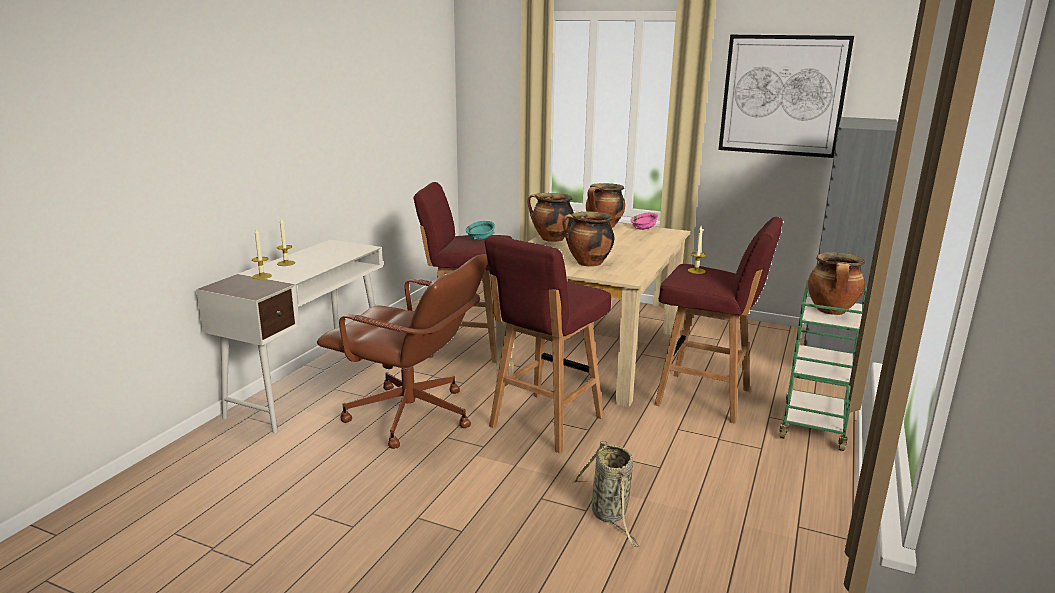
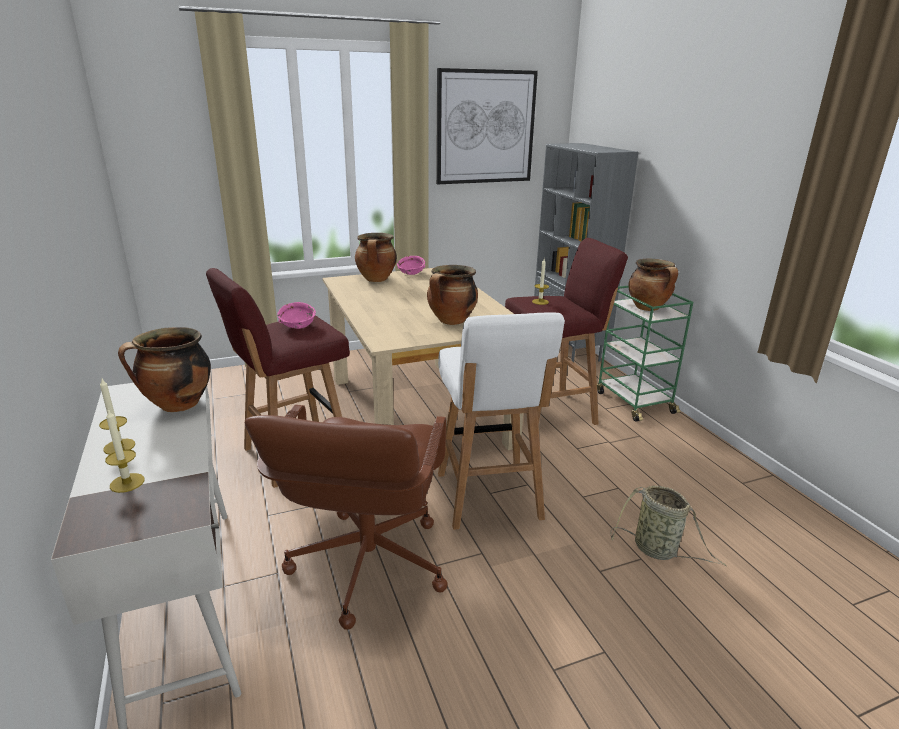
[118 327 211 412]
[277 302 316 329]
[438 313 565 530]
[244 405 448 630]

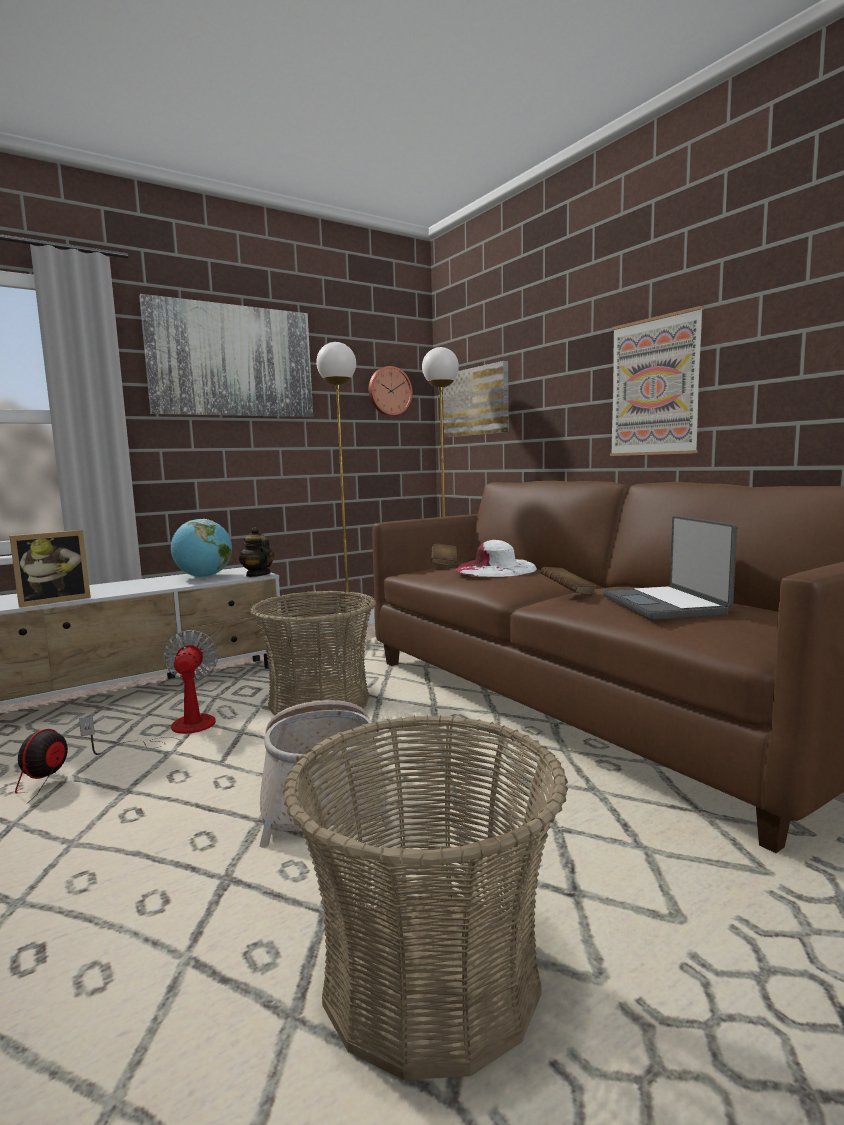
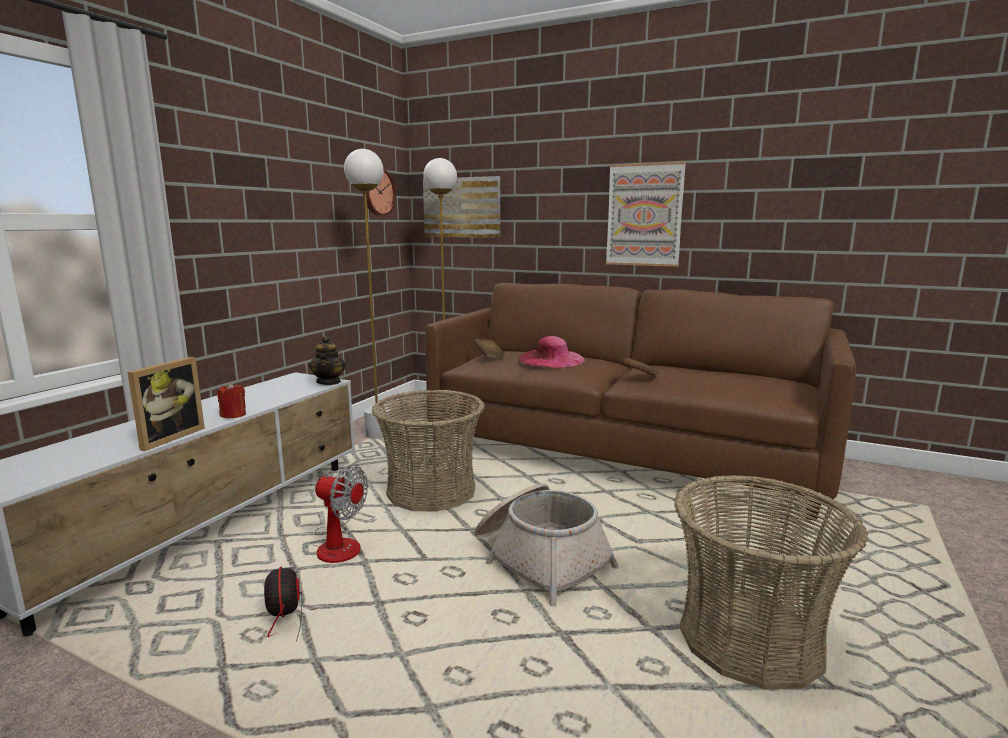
[139 294 313 417] (first image)
[171 519 232 578] (first image)
[603 516 737 620] (first image)
[217 382 246 418]
[519 336 585 368]
[314 465 368 563]
[309 336 346 385]

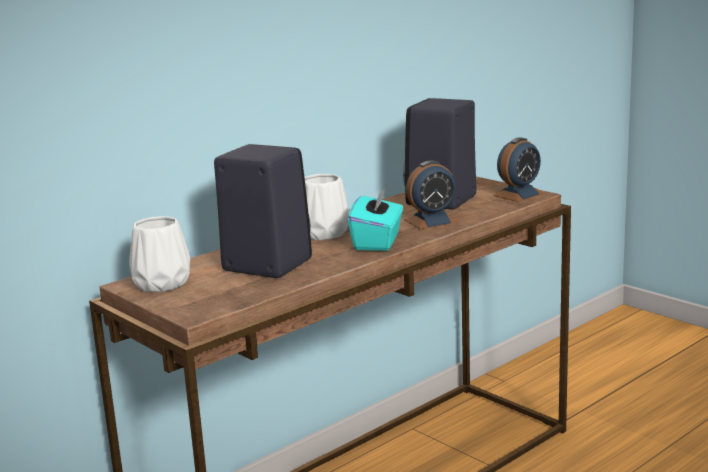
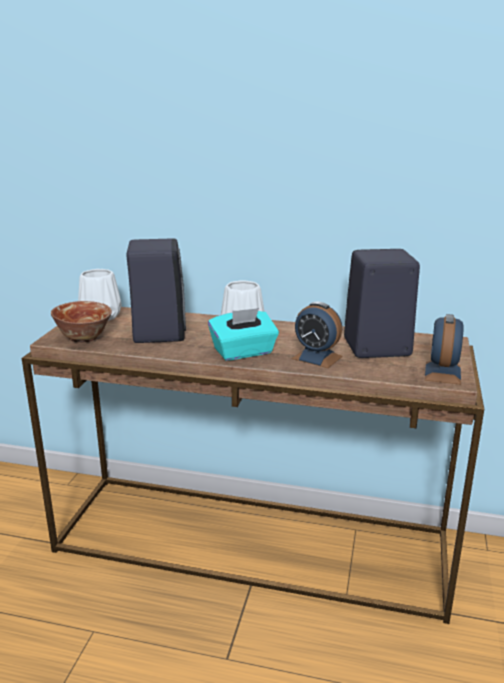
[51 301 112 343]
[425 314 464 385]

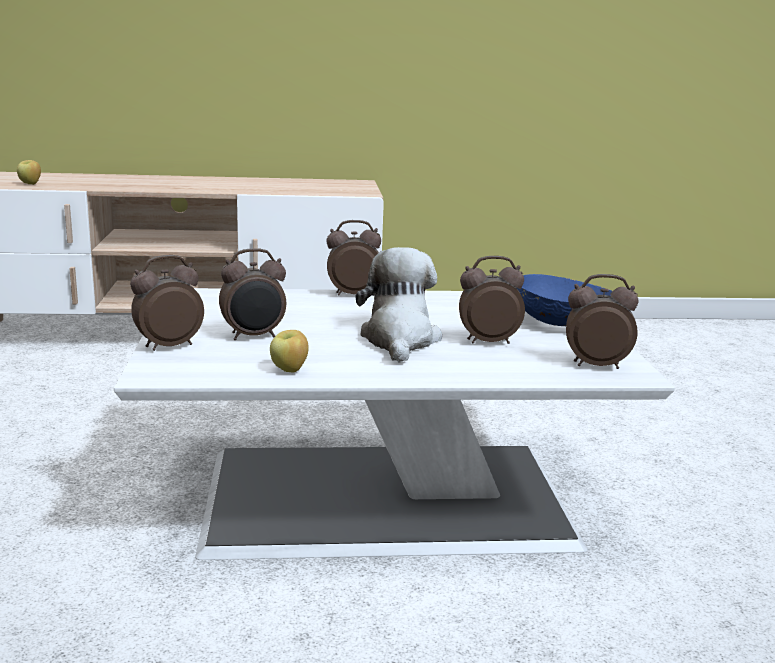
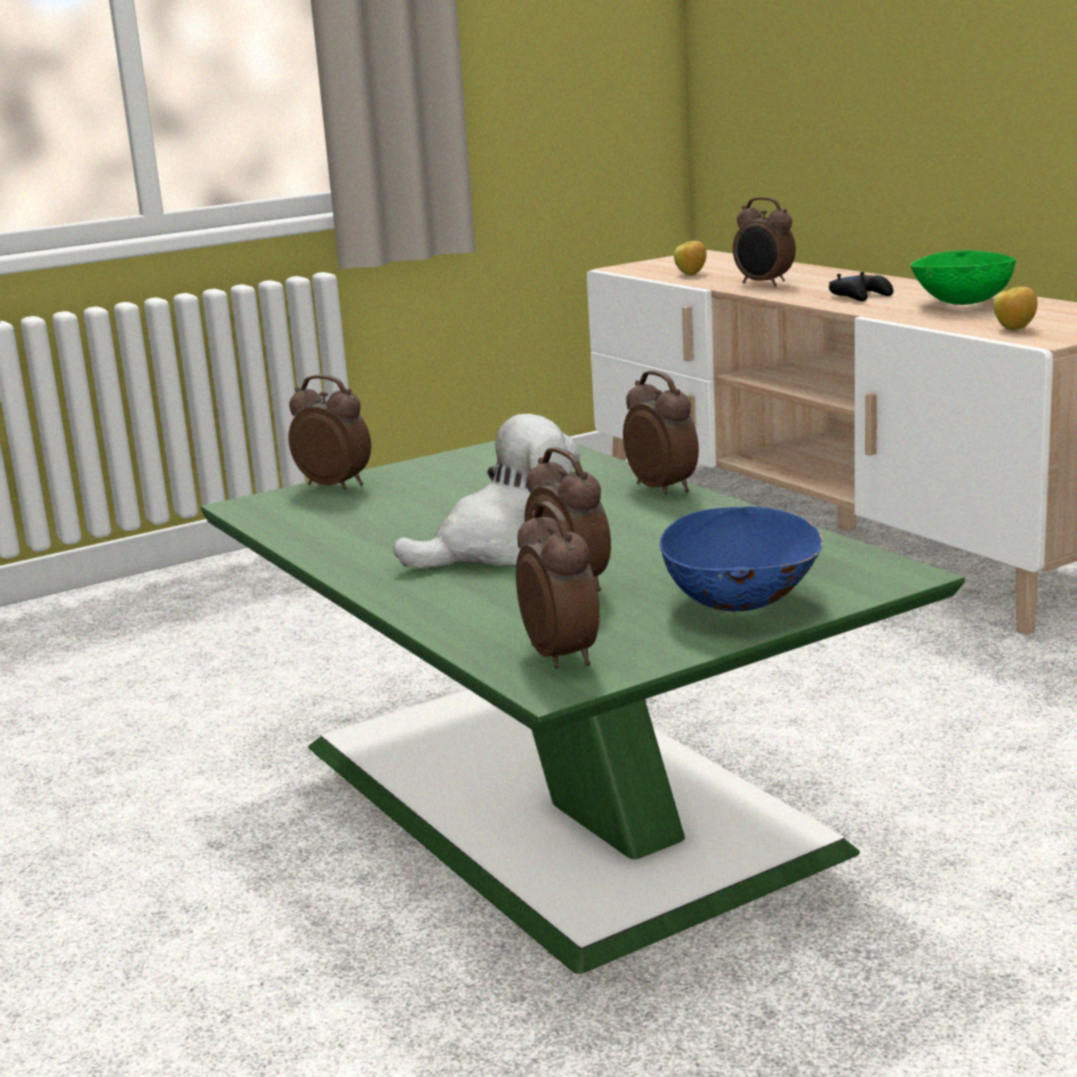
[829 272 893 301]
[910 250 1016 305]
[733 197 796 286]
[994 287 1038 330]
[201 441 965 974]

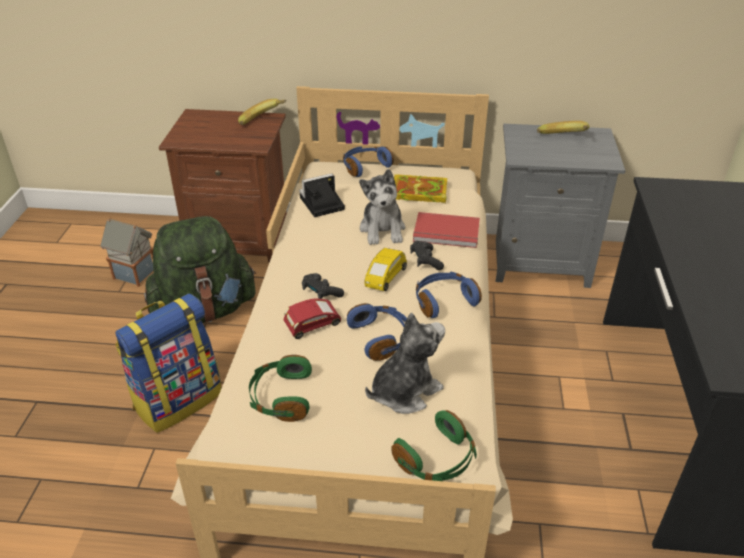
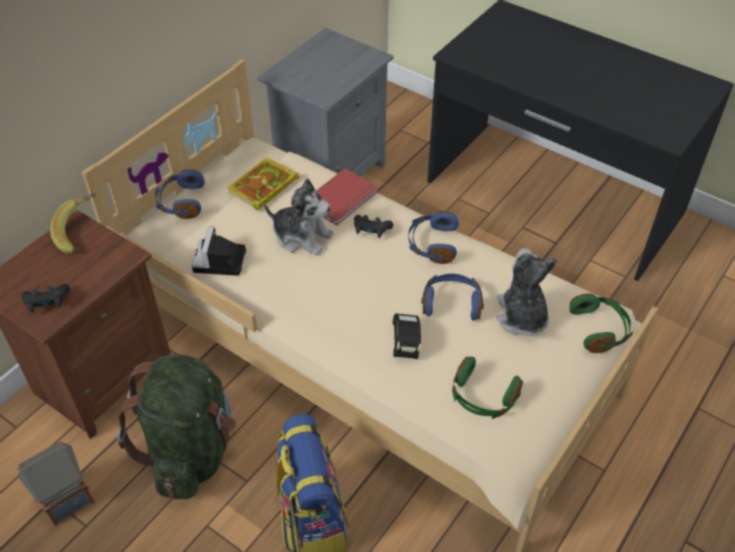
[364 248 407 291] (first image)
[537 121 589 134] (first image)
[21 284 70 313]
[393 313 421 359]

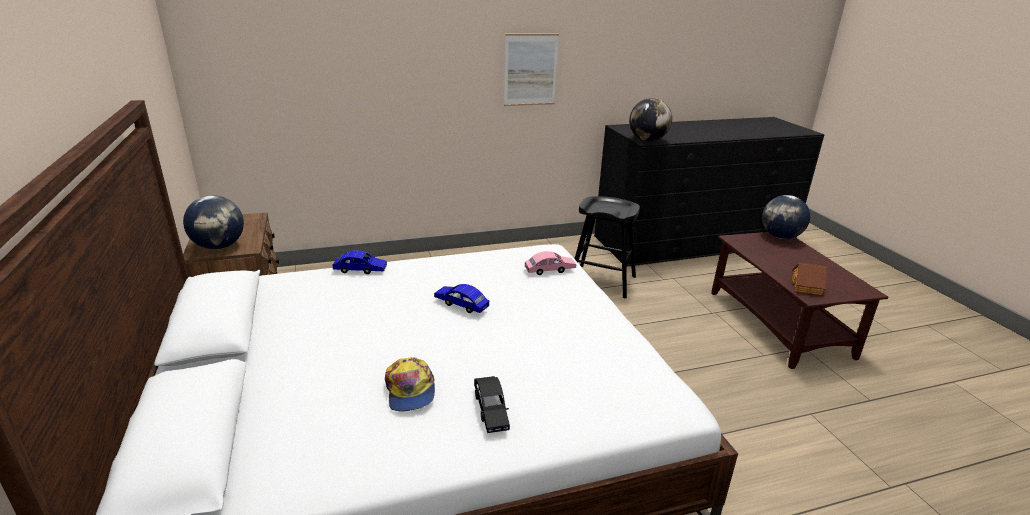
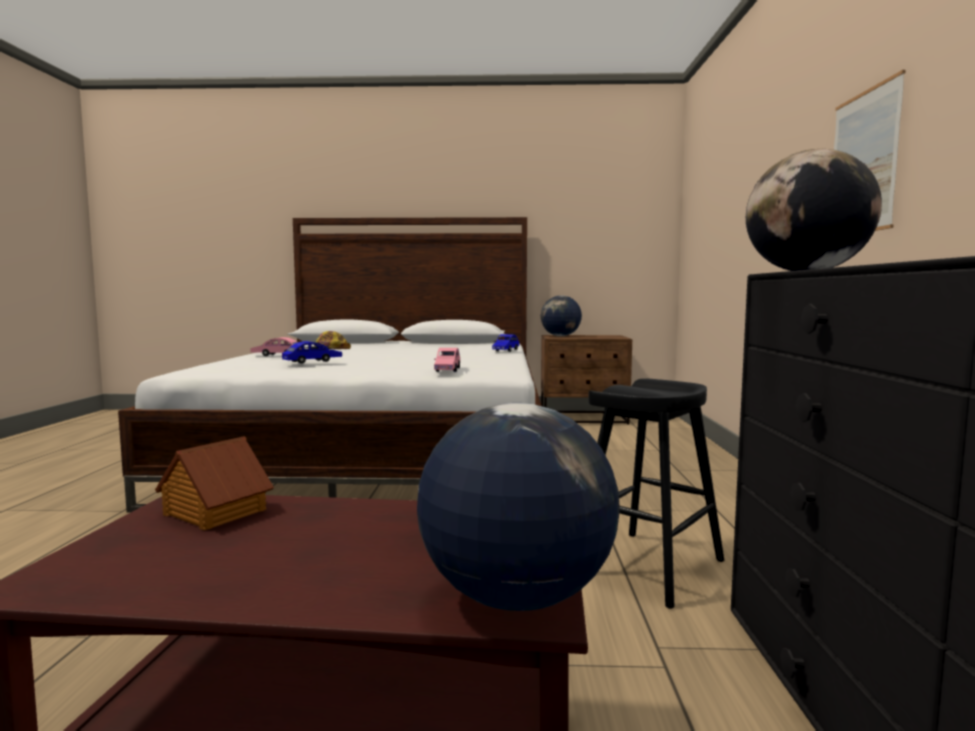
[282 341 342 364]
[251 337 301 356]

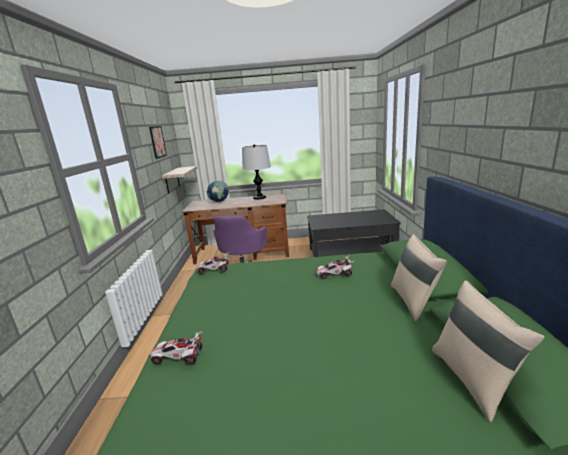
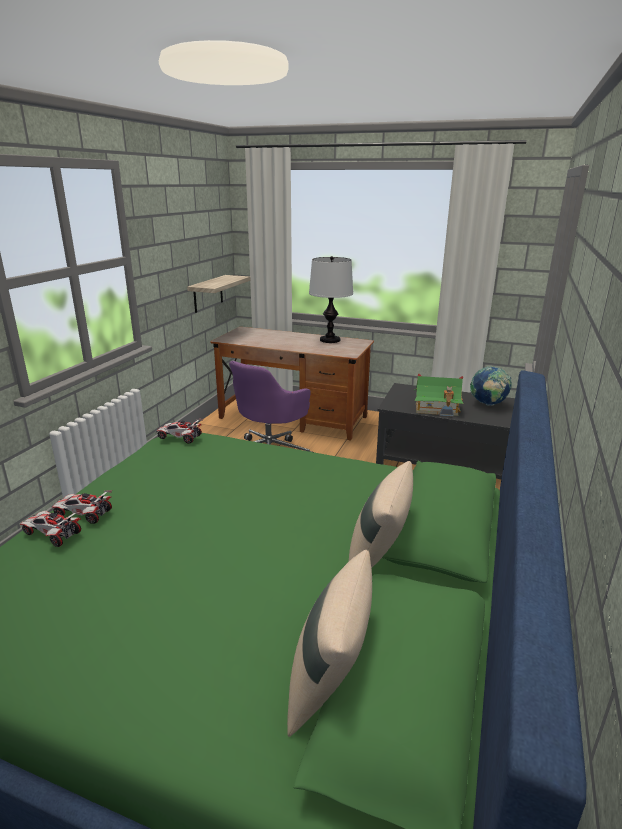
[149 126 167 159] (first image)
[414 374 463 417]
[470 366 512 406]
[52 490 112 524]

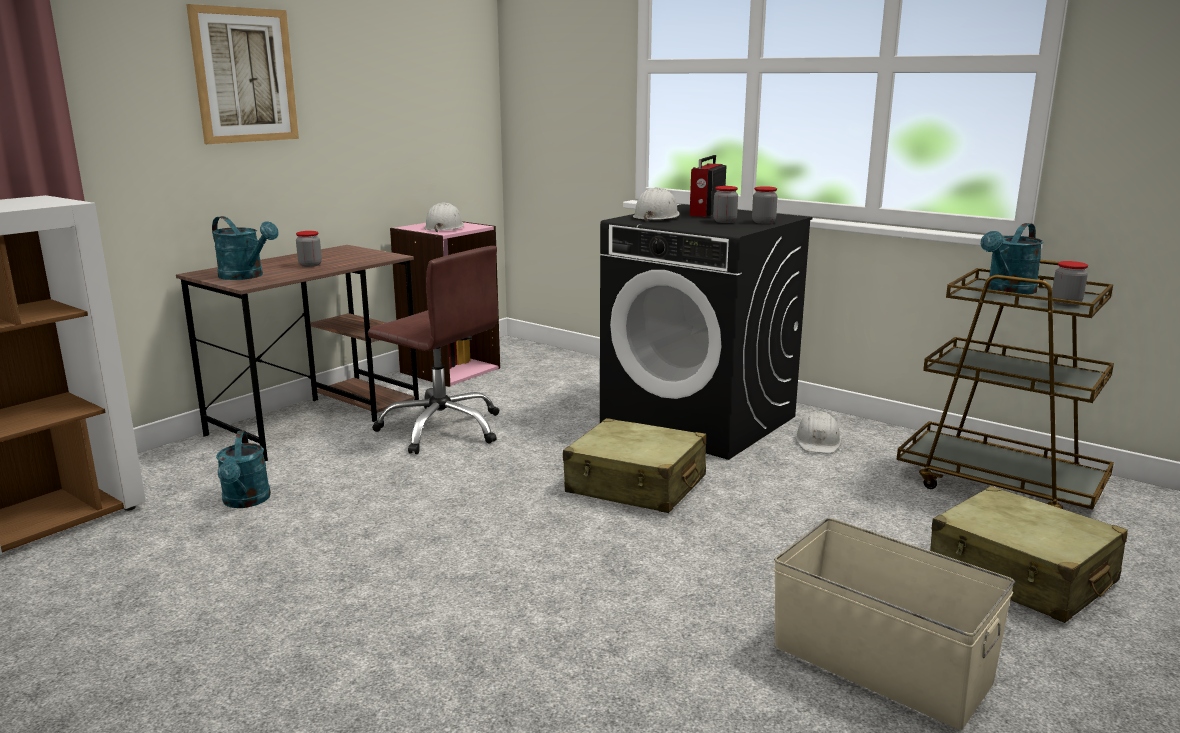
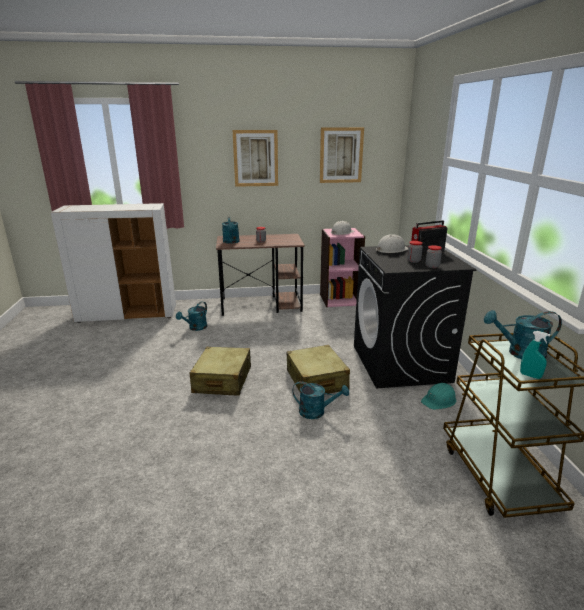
[368 246 499 454] (first image)
[774 518 1015 730] (first image)
[292 381 349 419]
[320 127 364 183]
[189 347 251 395]
[520 331 551 379]
[421 383 456 410]

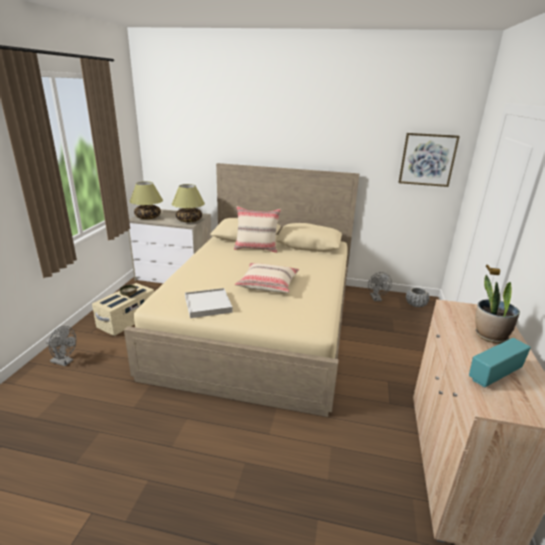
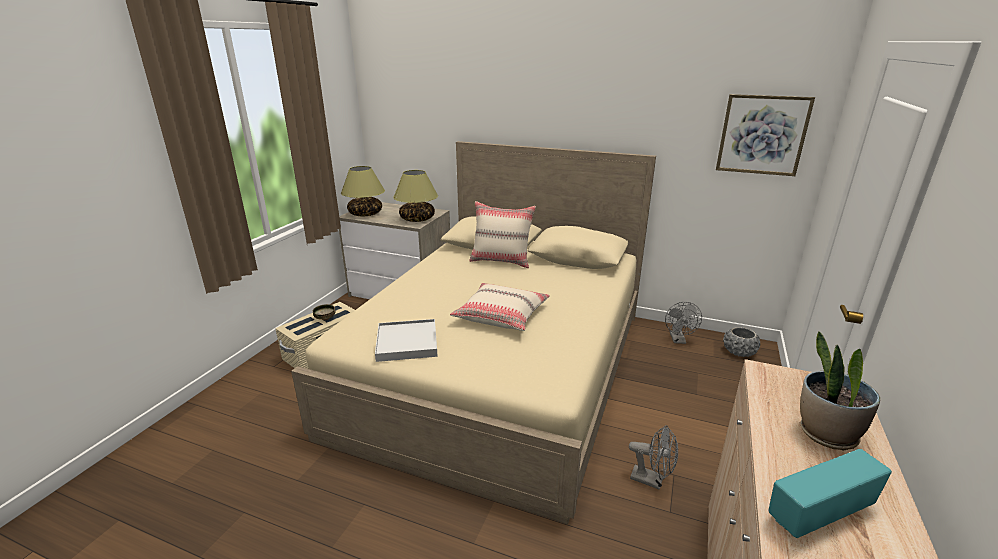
[629 425 678 490]

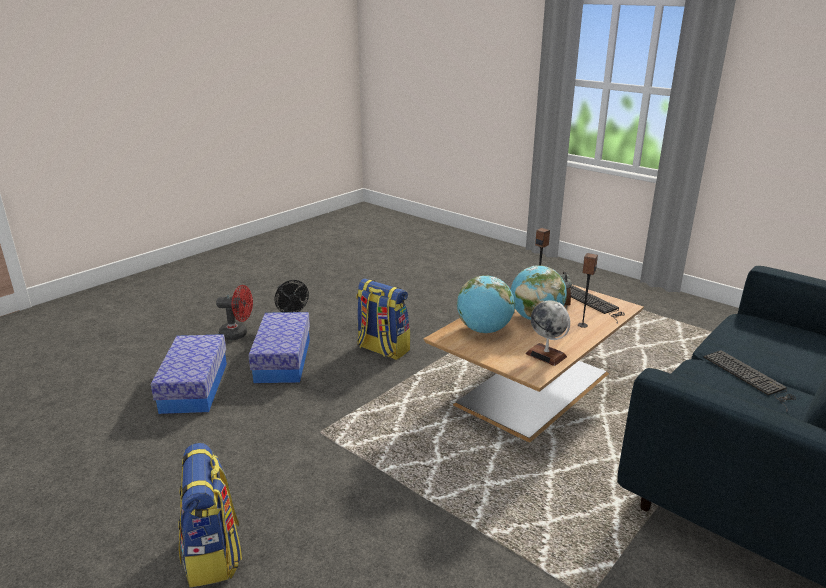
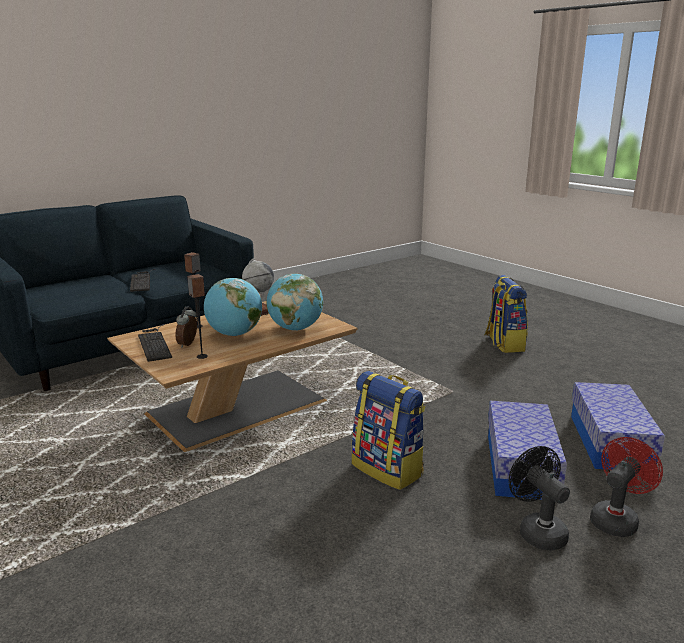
[590 437 663 537]

